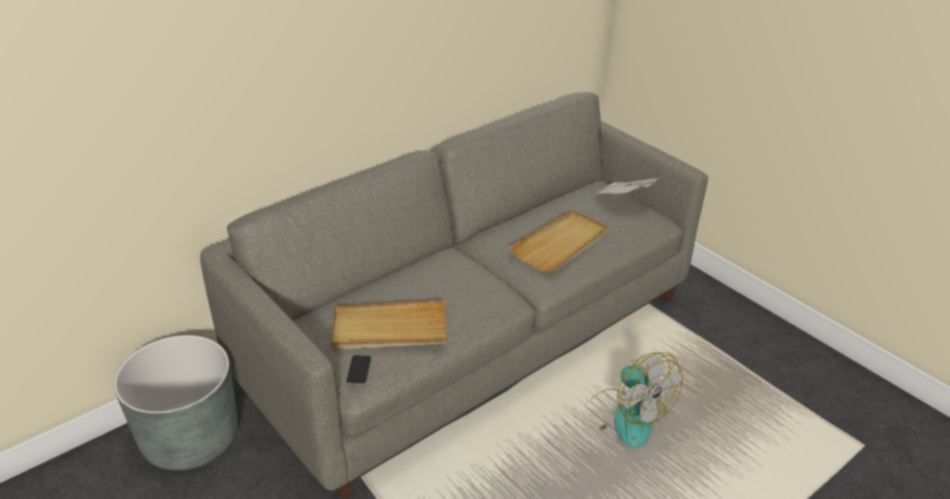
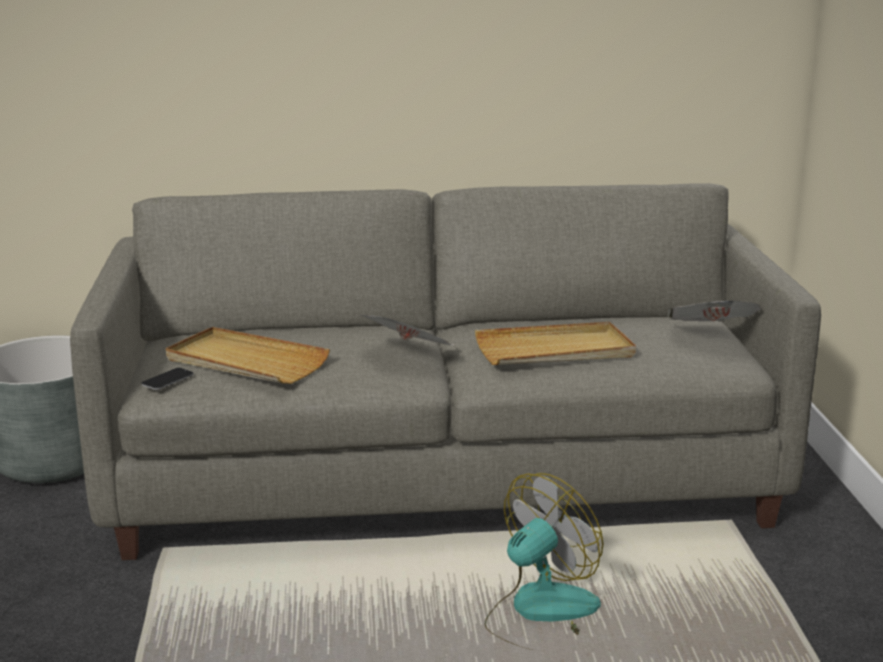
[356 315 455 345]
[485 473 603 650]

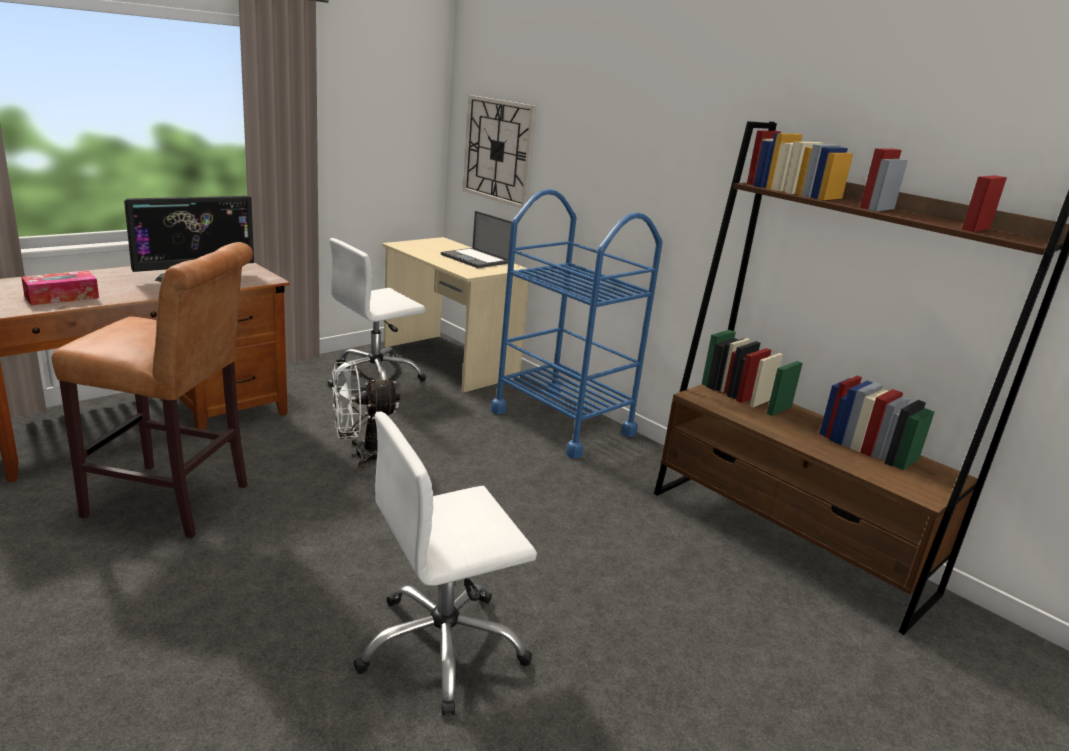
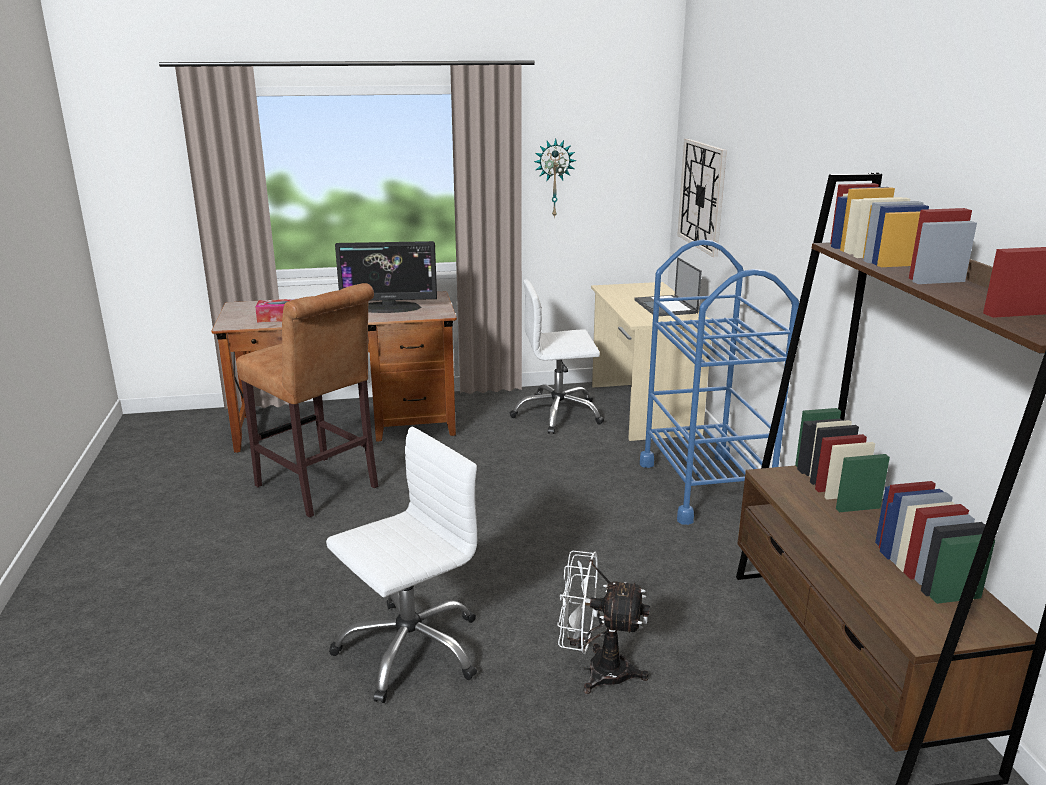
[534 138 576 219]
[557 551 650 694]
[326 426 477 703]

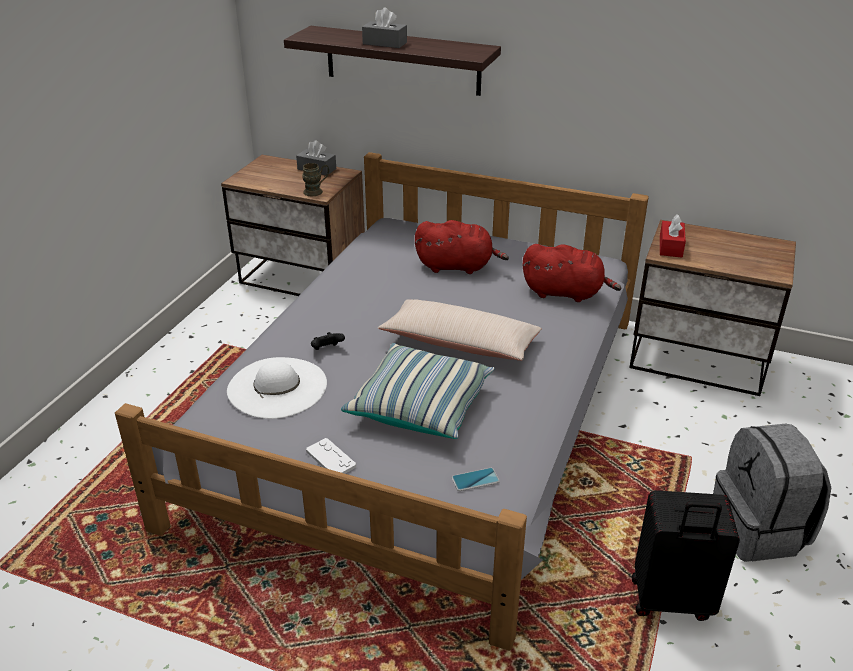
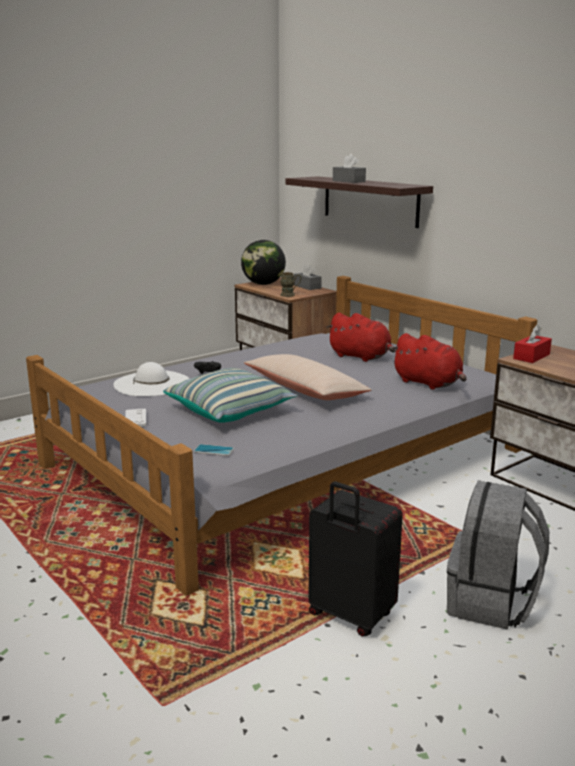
[241 240 286 285]

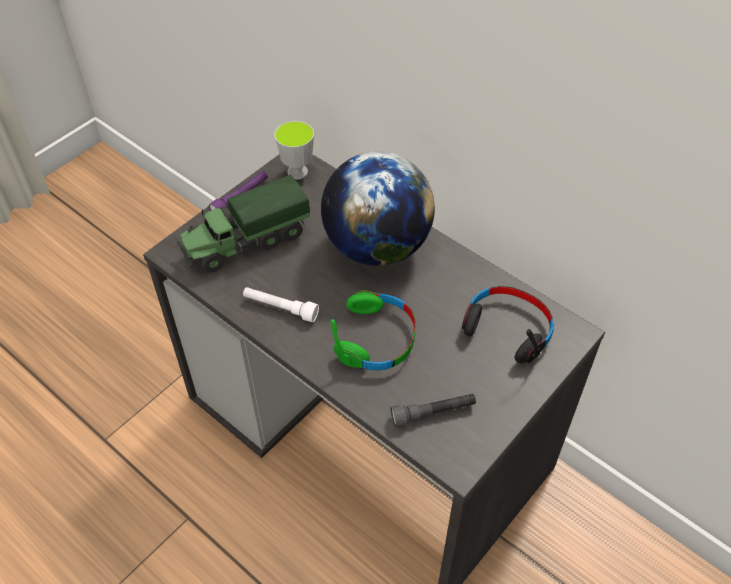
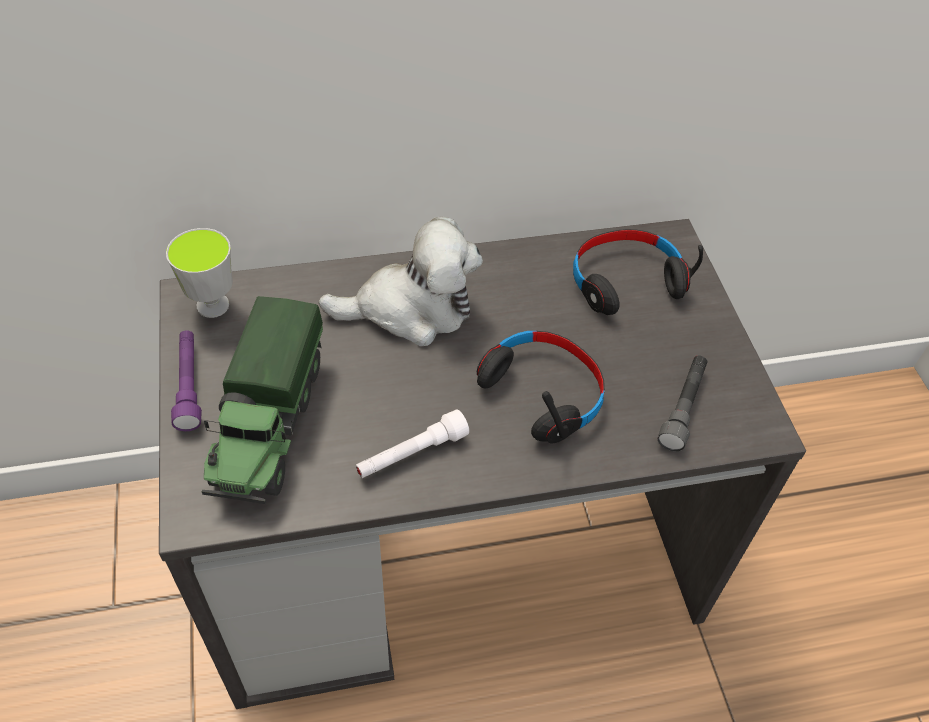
[319 217 483 346]
[477 331 605 443]

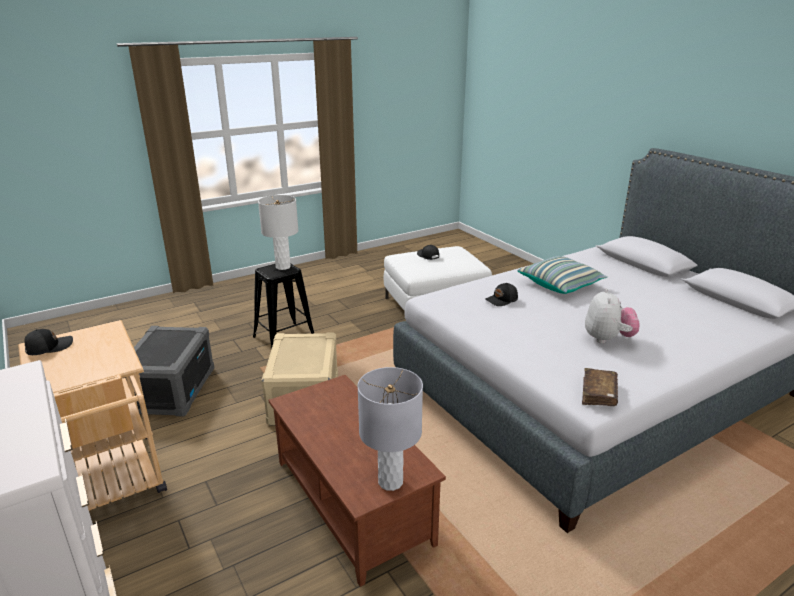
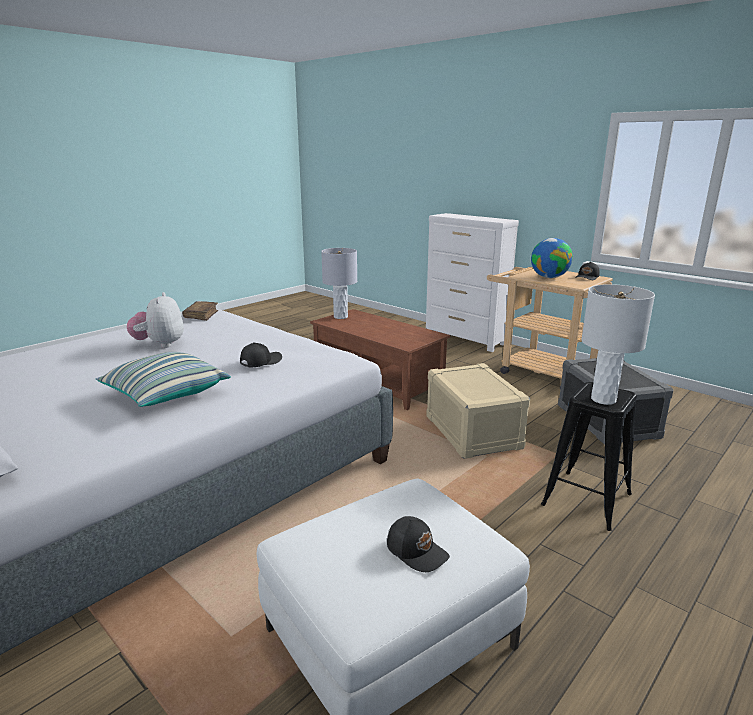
[531 238 573 278]

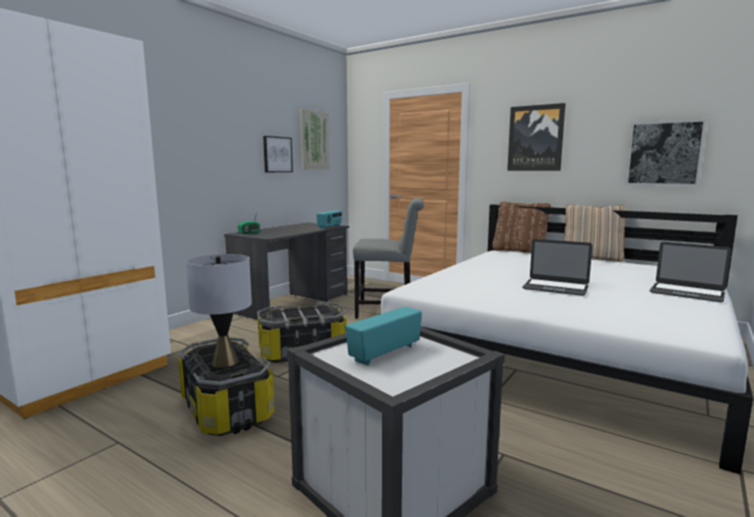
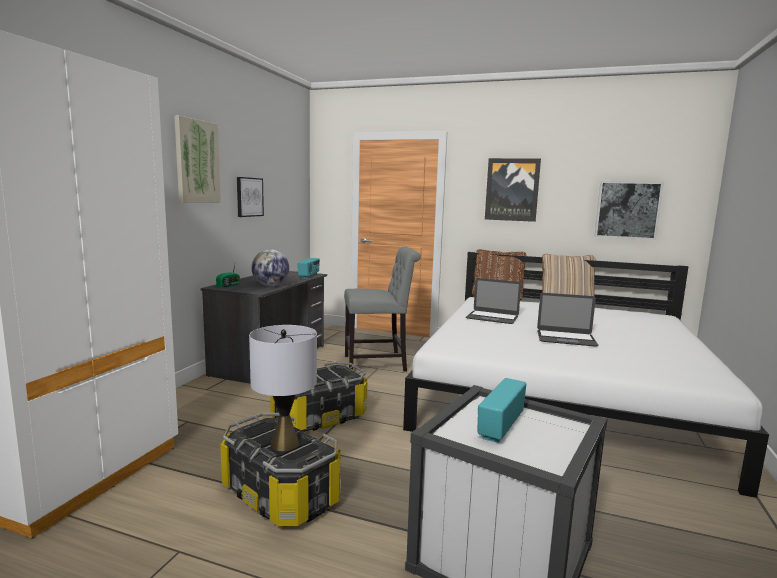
[251 249 289 286]
[174 115 221 203]
[466 278 521 324]

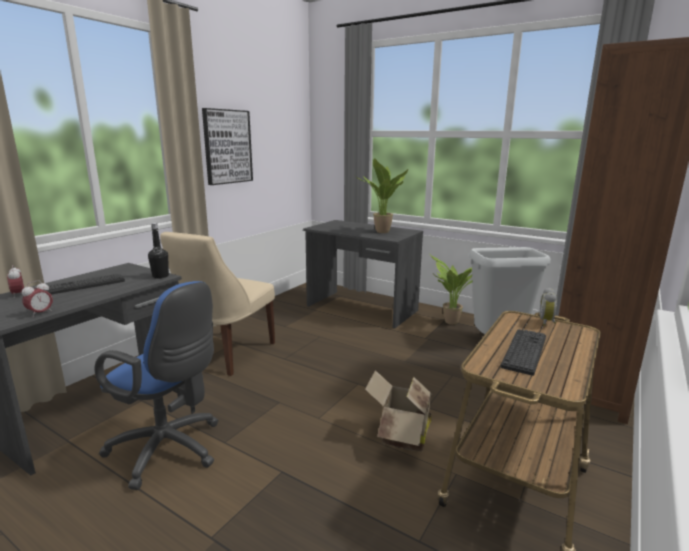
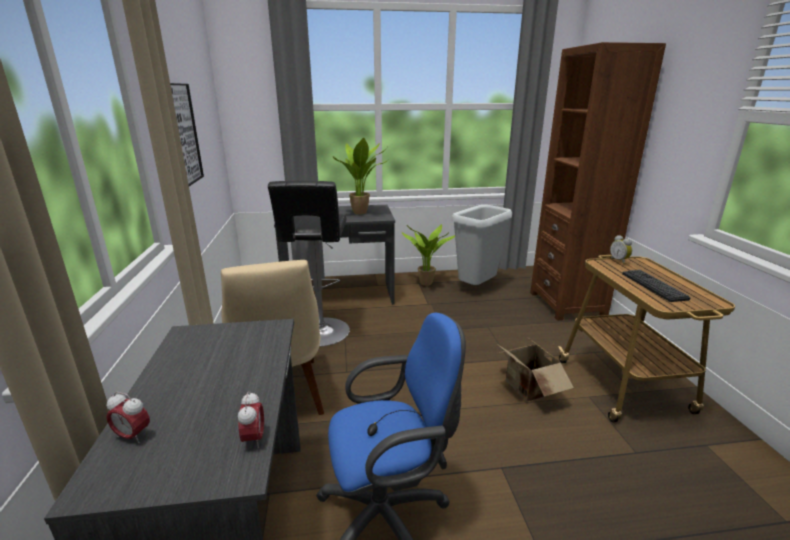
[46 274 125 295] (first image)
[148 223 169 279] (first image)
[268 181 350 347]

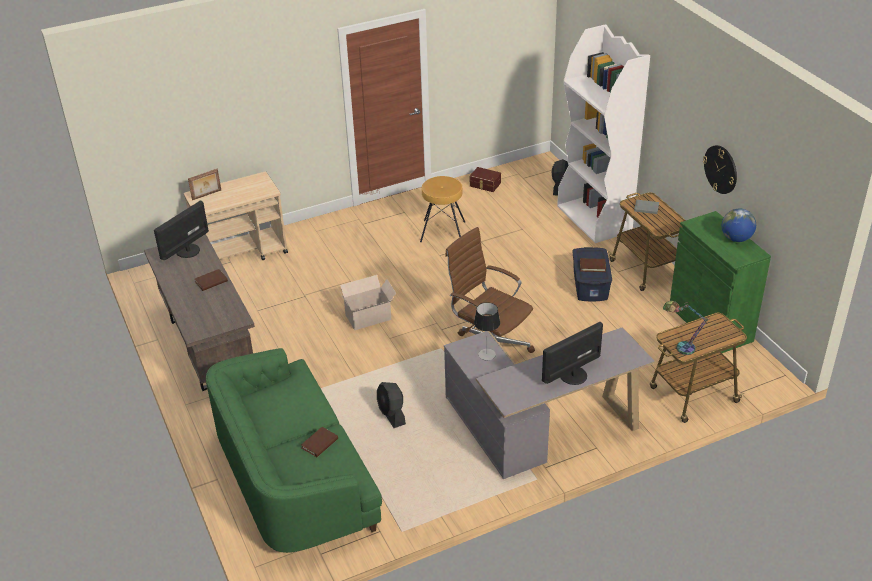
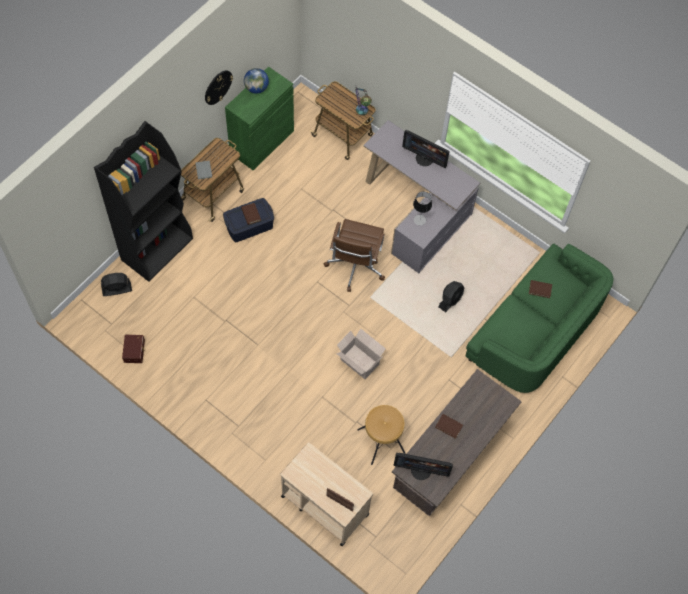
[358 405 406 465]
[94 121 193 282]

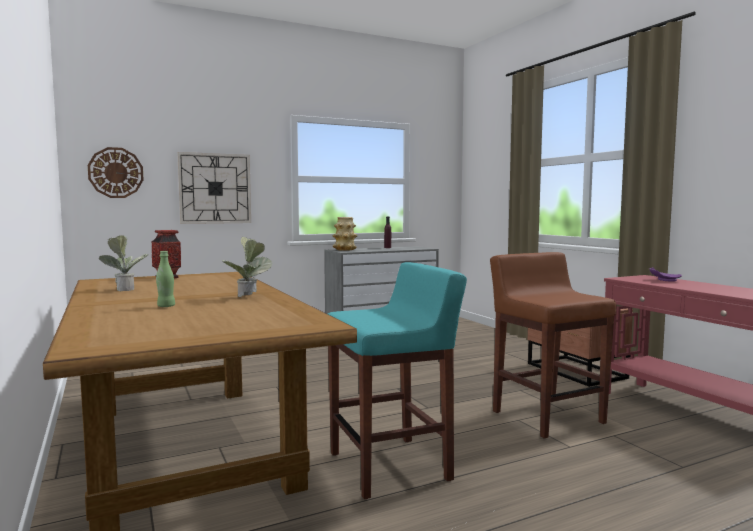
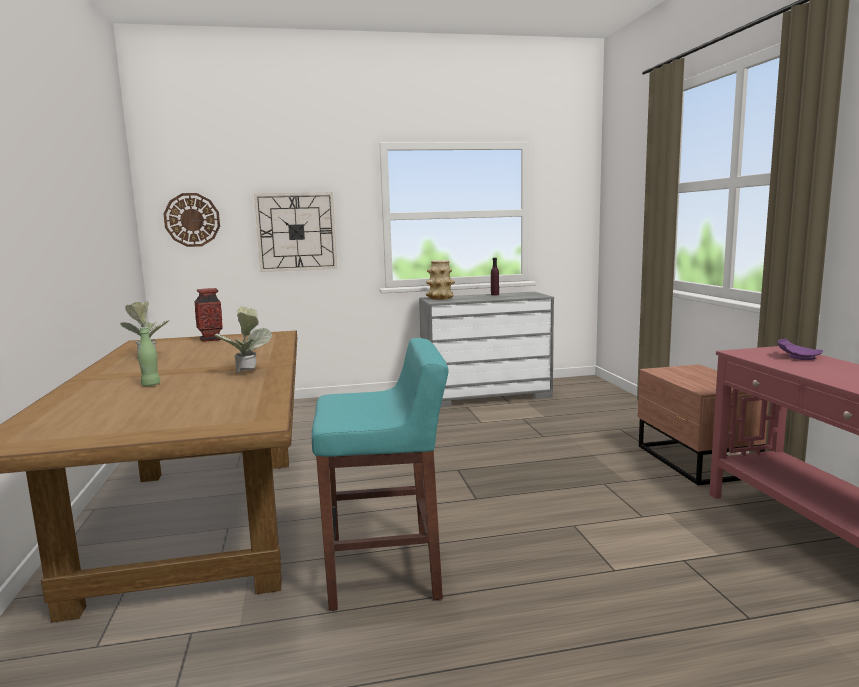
[490 252 616 438] (first image)

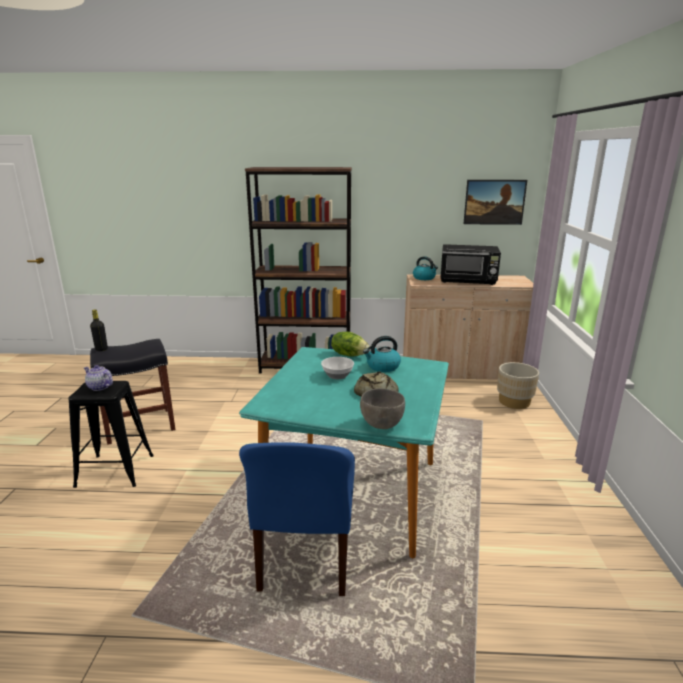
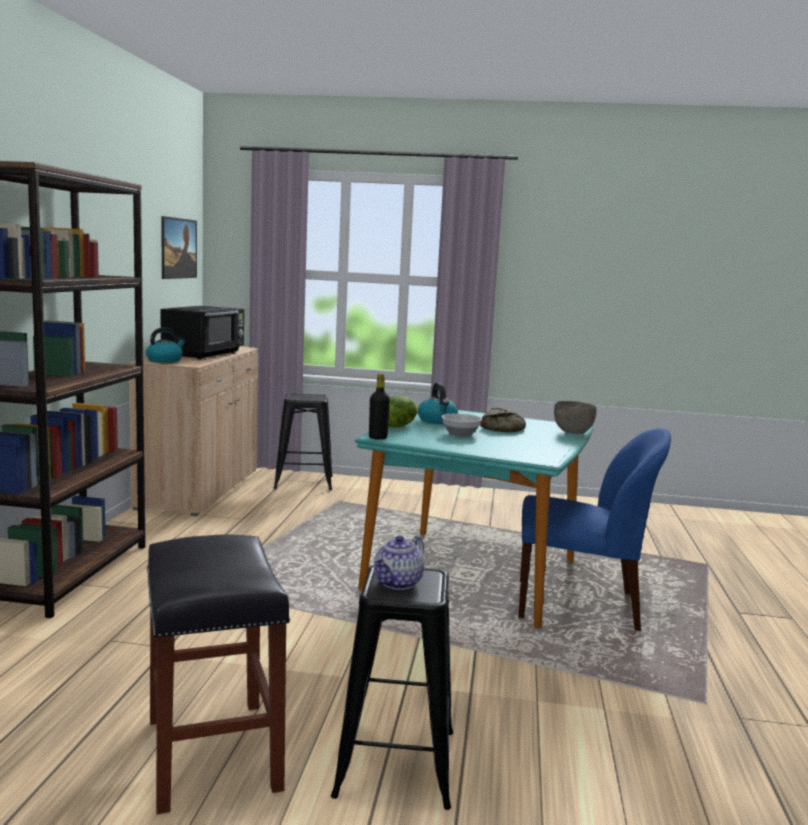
[369 374 390 440]
[273 394 333 491]

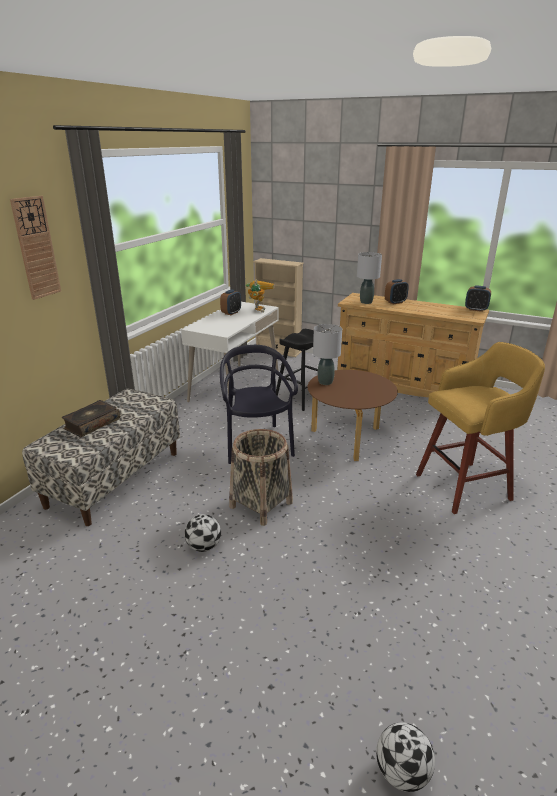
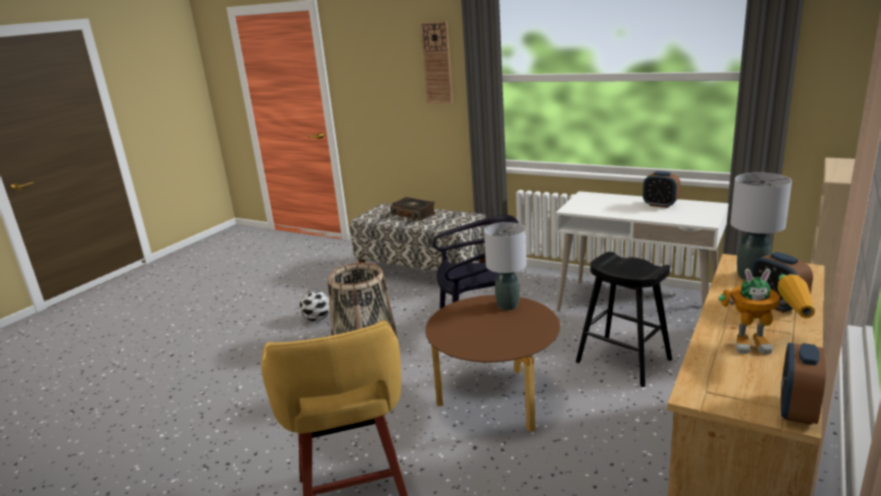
[376 722 435 792] (first image)
[719 269 815 354]

